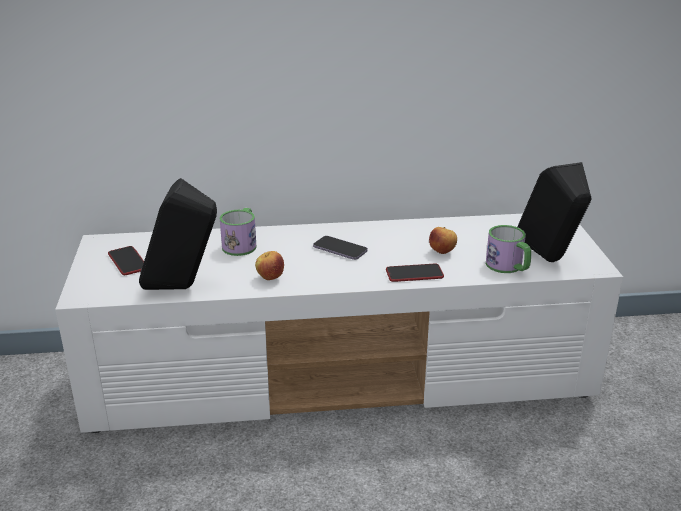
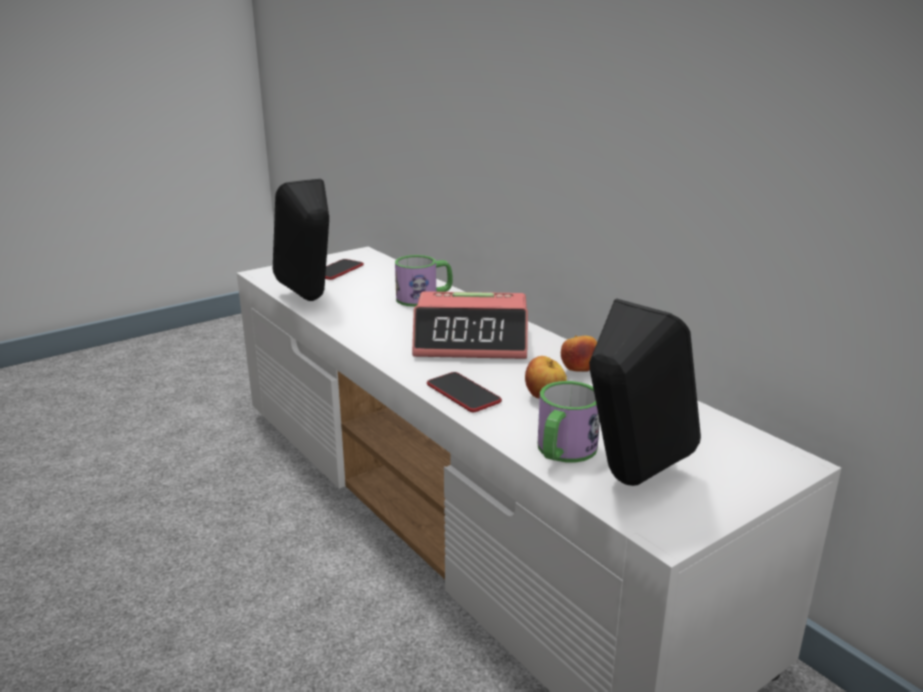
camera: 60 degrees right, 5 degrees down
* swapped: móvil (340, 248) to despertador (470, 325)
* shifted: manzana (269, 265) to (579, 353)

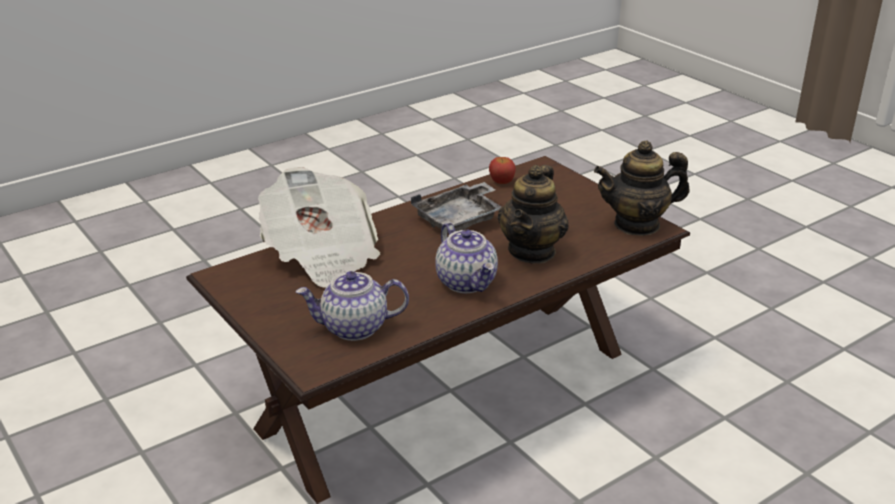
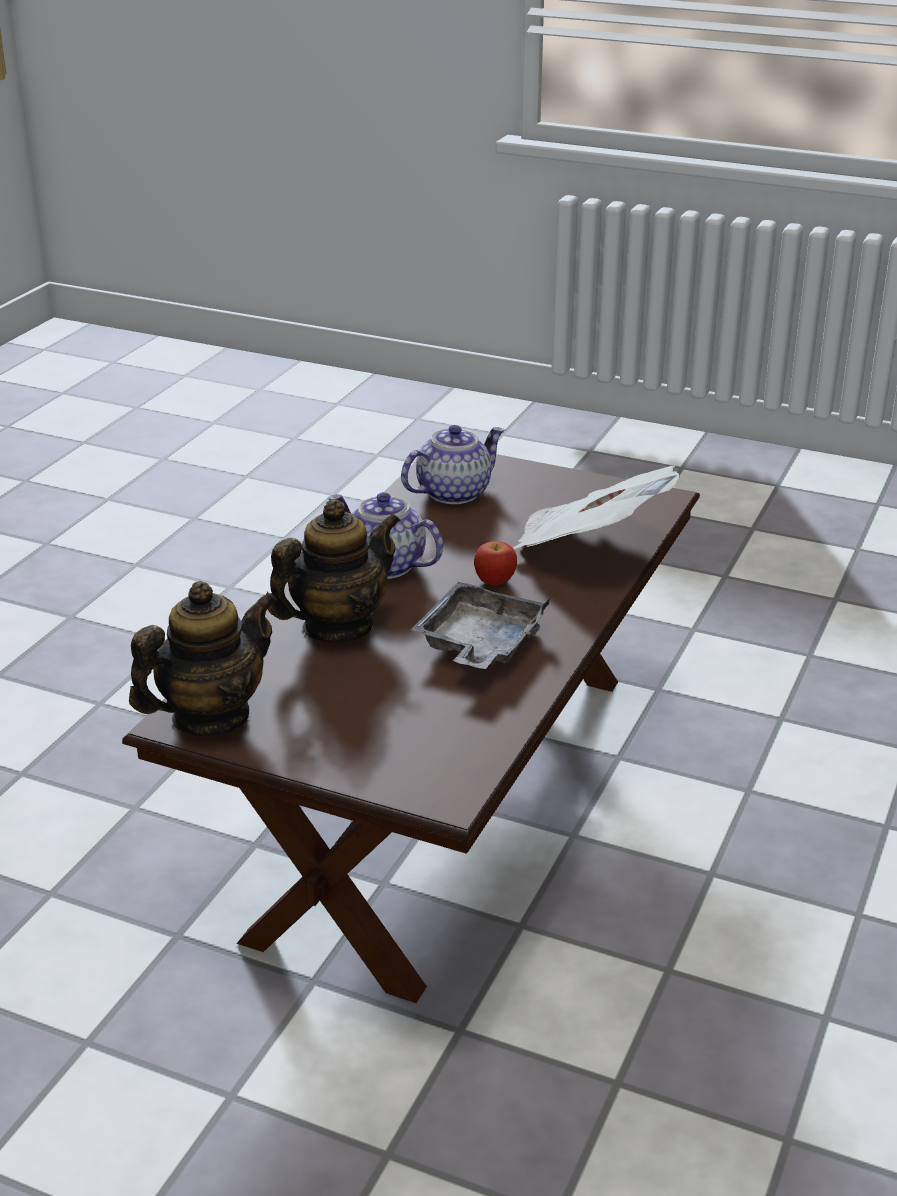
camera: 150 degrees right, 0 degrees up
* shifted: manzana (502, 170) to (495, 563)
* rotated: tetera (533, 214) = (334, 570) 60 degrees clockwise

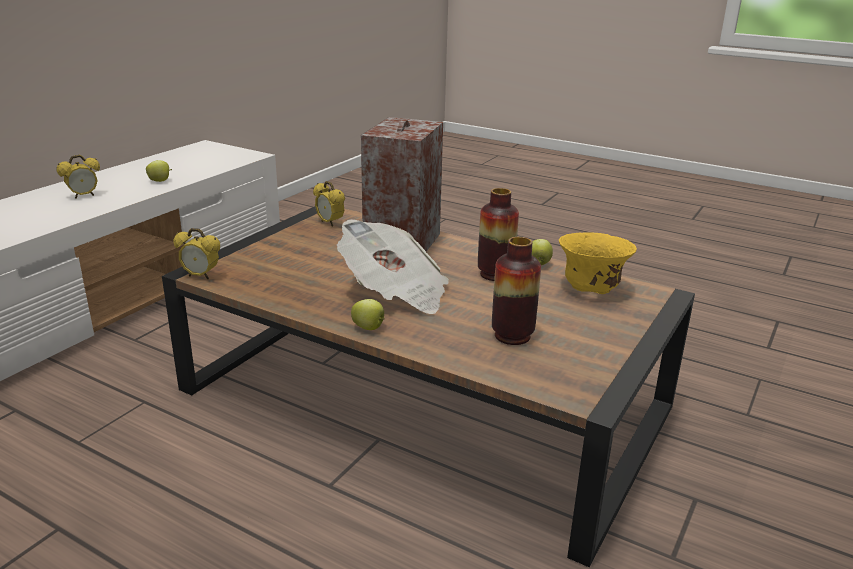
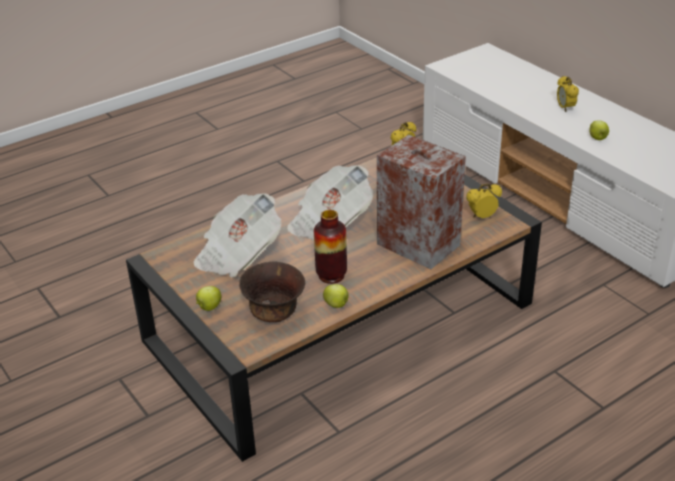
camera: 115 degrees right, 10 degrees up
* repainted: cuenco (amarillo) (598, 263) to cuenco (marrón) (272, 292)
* swapped: florero (516, 291) to periódico (237, 235)
* shifted: manzana (368, 314) to (209, 298)

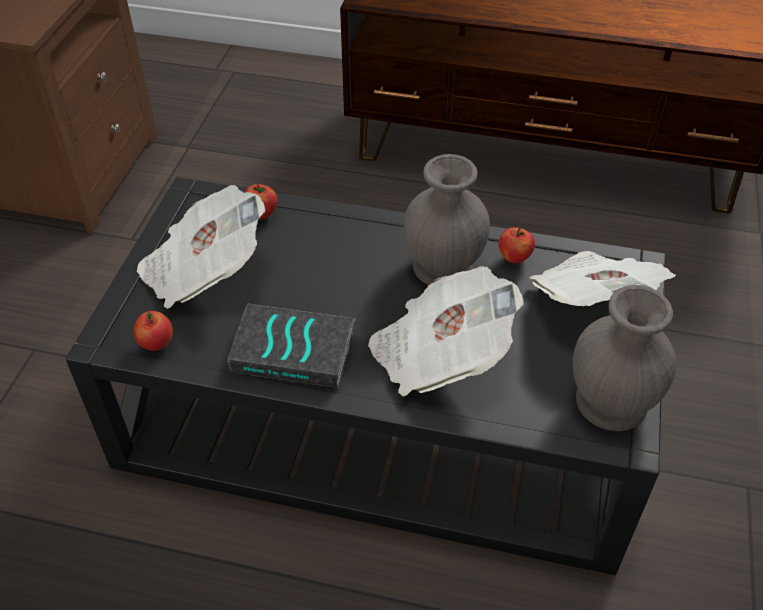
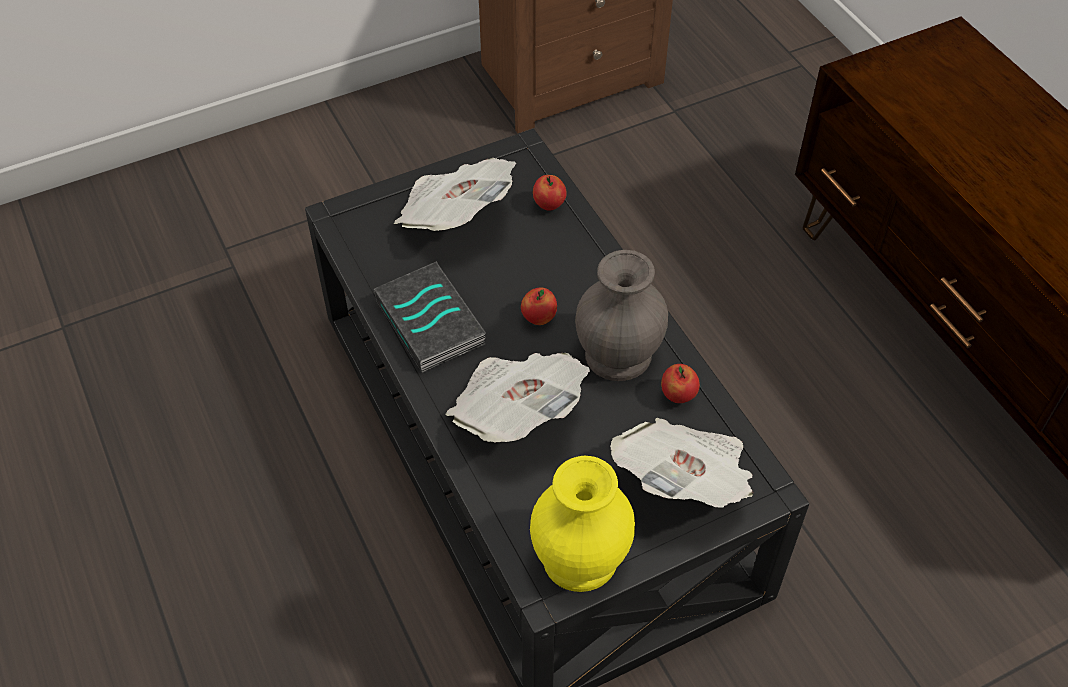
camera: 50 degrees right, 5 degrees up
* repainted: florero (gris) (624, 358) to florero (amarillo) (582, 524)
* shifted: manzana (153, 331) to (539, 306)

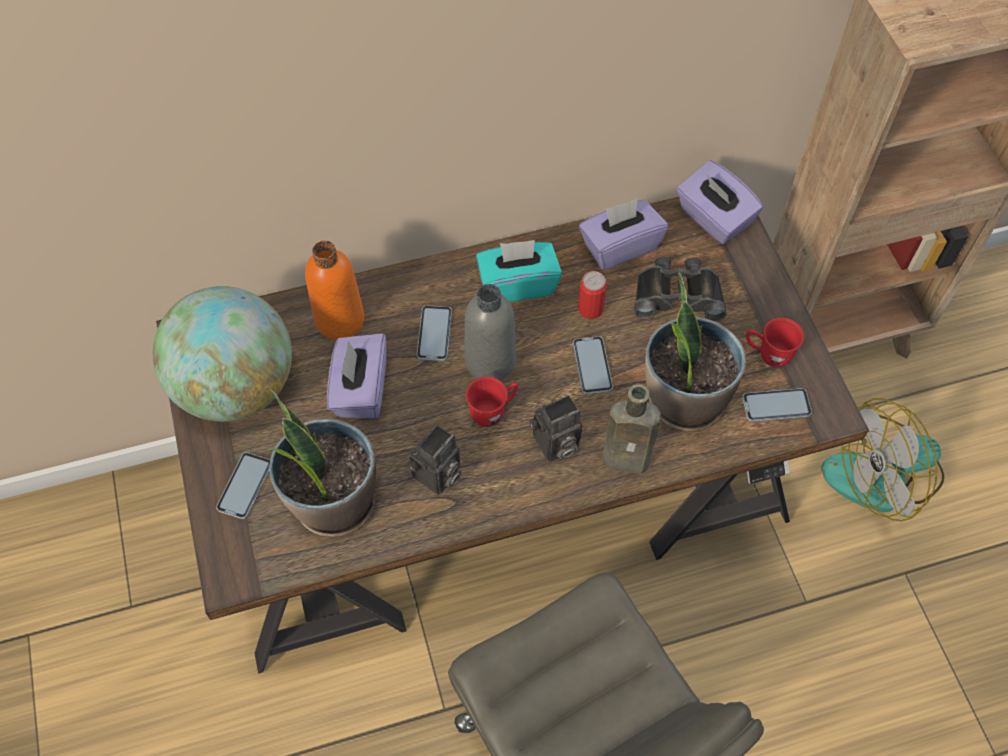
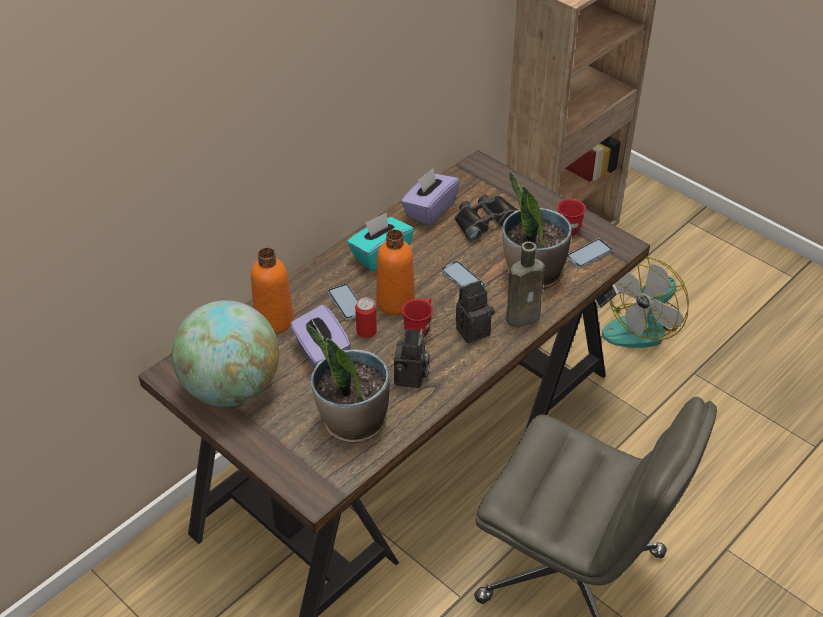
camera: 30 degrees left, 15 degrees down
* gone: caja de pañuelos (morado) (720, 202)
* shifted: lata (592, 295) to (366, 317)
* repainted: botella (gris) (490, 332) to botella (naranja) (395, 272)
* rotated: cámara (555, 428) = (475, 311) 150 degrees counterclockwise
* gone: móvil (243, 485)

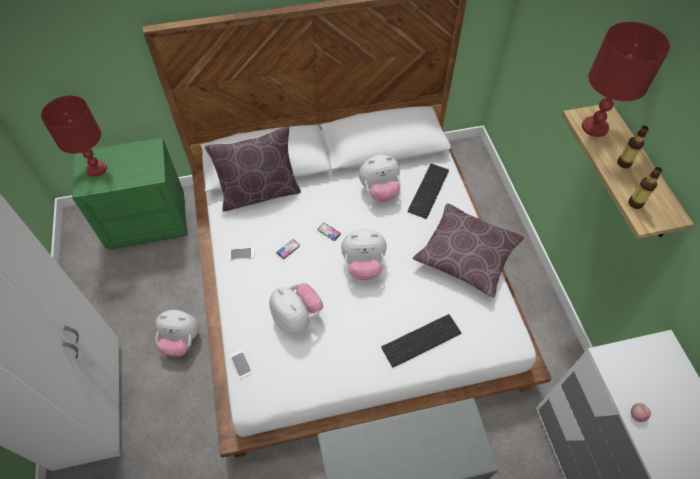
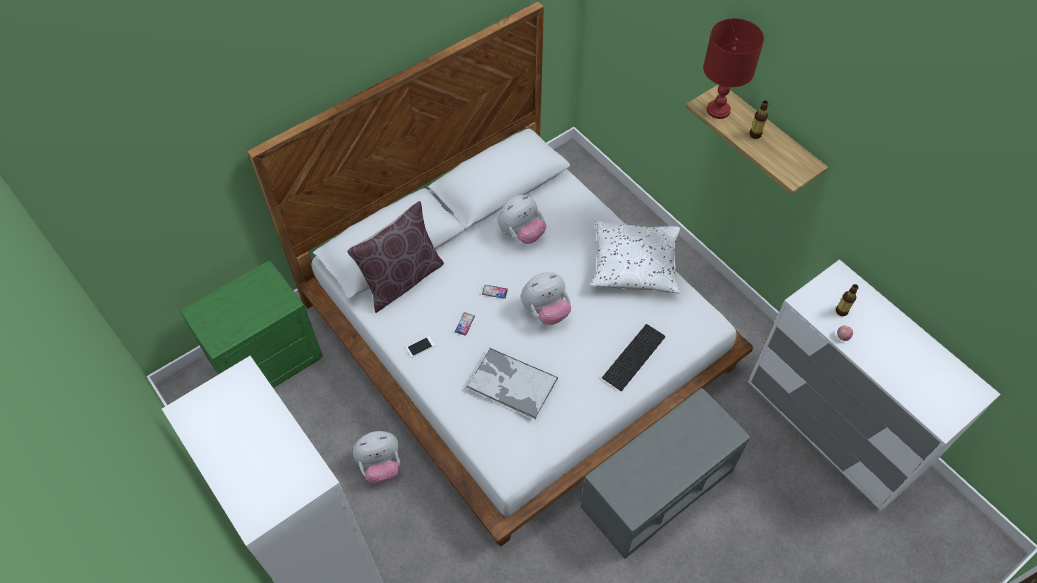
camera: 25 degrees left, 0 degrees up
* gone: lámpara de mesa (rojo) (74, 136)
* gone: teclado (428, 191)
* shifted: botella (645, 188) to (847, 300)
* repainted: cojín (marrón) (468, 250) to cojín (blanco) (636, 257)
* swapped: peluche (296, 308) to bandeja (512, 383)
* gone: móvil (241, 364)

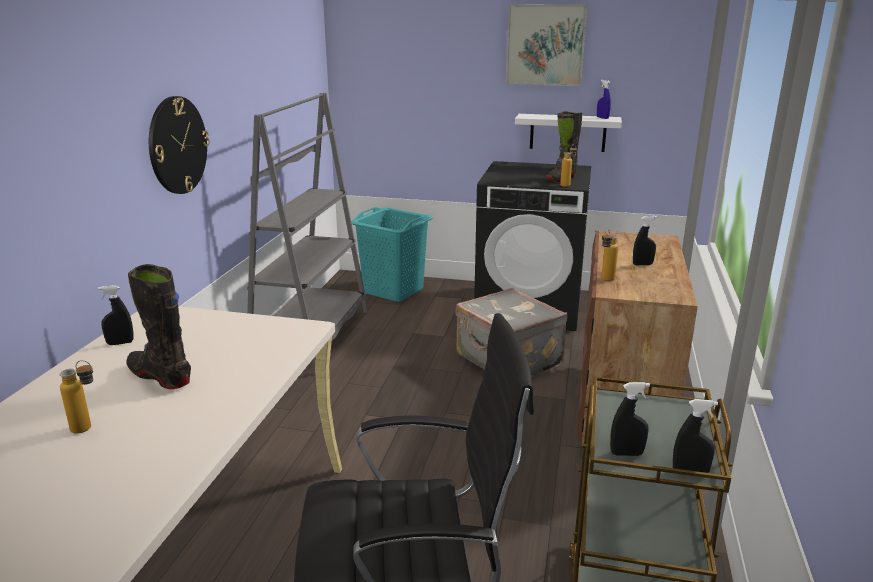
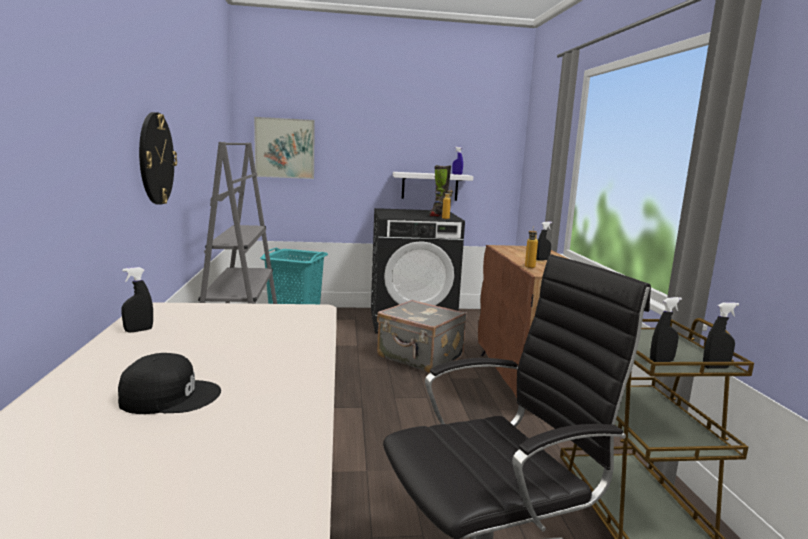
camera: 20 degrees left, 10 degrees down
* shifted: cuadro (546, 45) to (284, 148)
* gone: bota (negro) (158, 326)
* swapped: botella (76, 397) to gorra (negro) (169, 383)

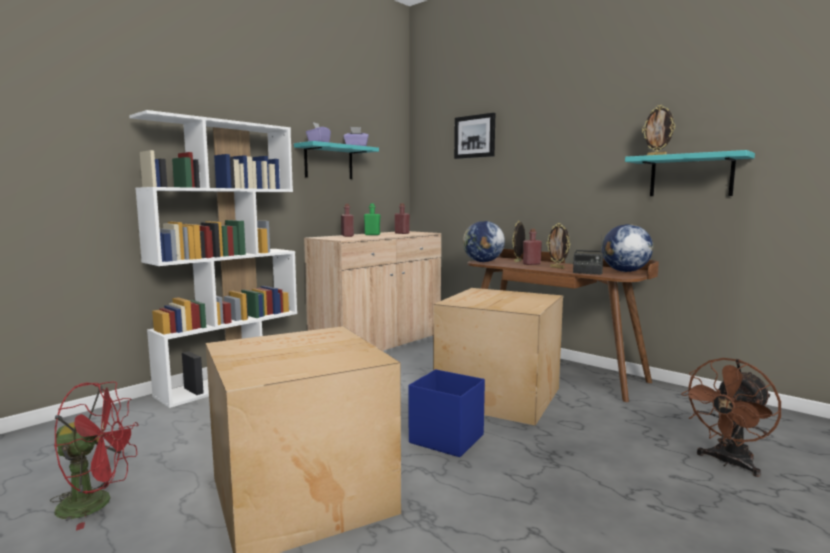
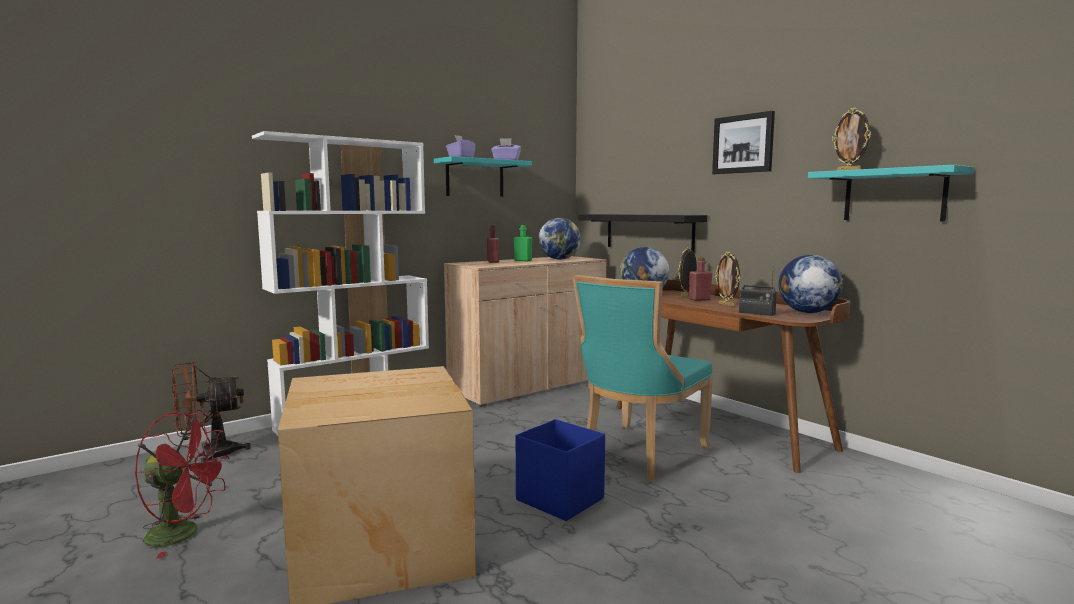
camera: 10 degrees right, 0 degrees up
* shifted: cuadro (474, 136) to (743, 142)
* swapped: botella (rojo) (402, 218) to globo terráqueo (560, 239)
* swapped: caja de cartón (498, 357) to silla (turquesa) (643, 378)
* shifted: ventilador (marrón) (731, 417) to (211, 412)
* new: estante (negro) (642, 233)

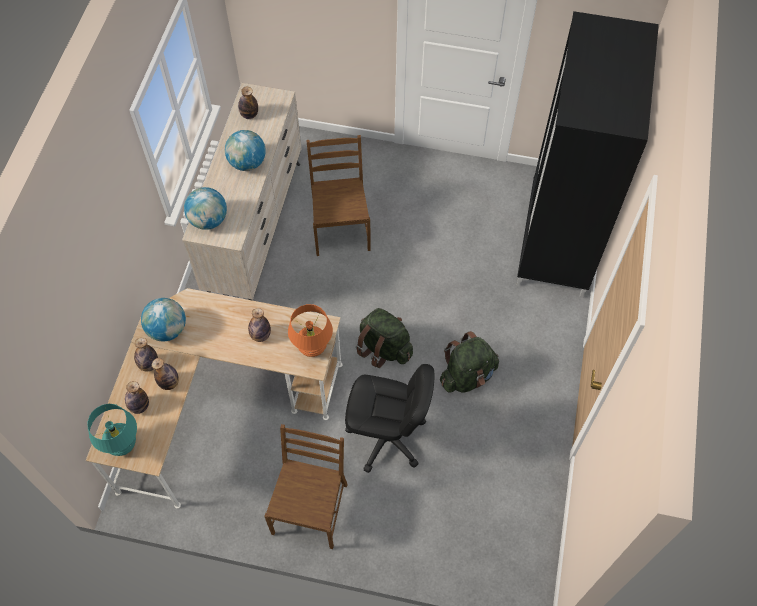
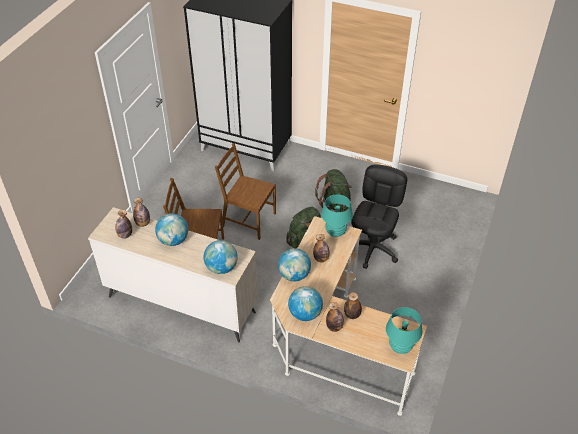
camera: 80 degrees left, 15 degrees down
* repainted: lámpara de mesa (naranja) (310, 330) to lámpara de mesa (turquesa) (337, 215)
* shifted: botella (137, 397) to (141, 212)
* shifted: silla (marrón) (306, 486) to (245, 191)
* new: globo terráqueo (294, 264)

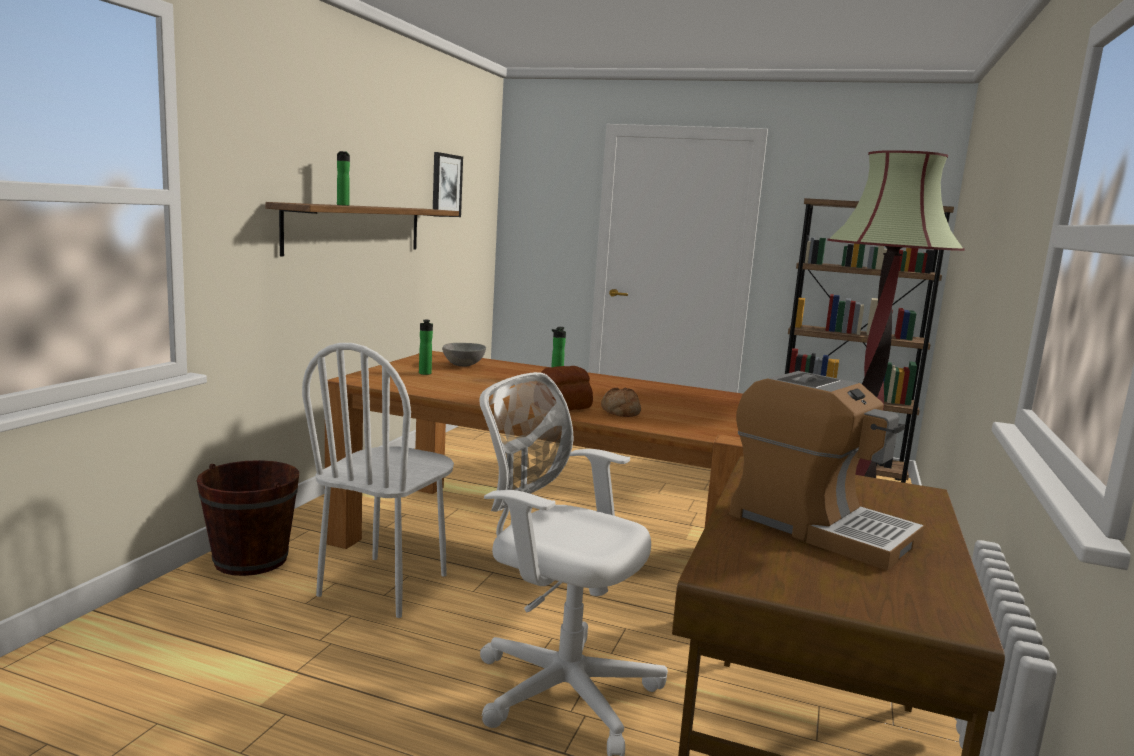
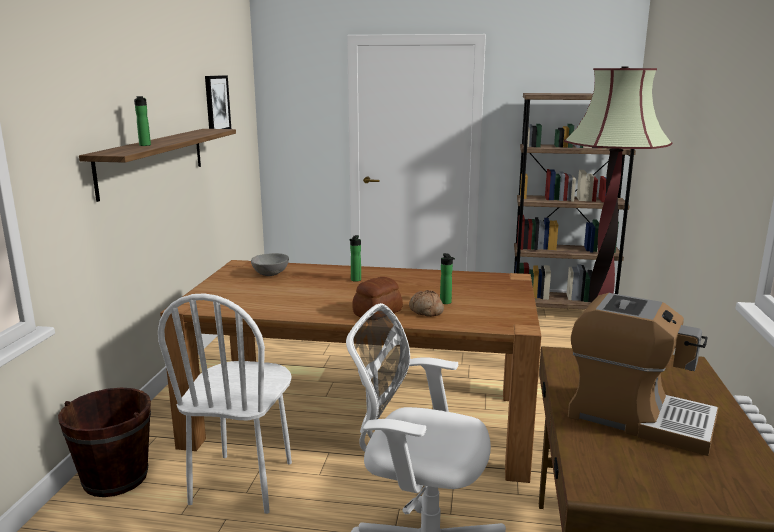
camera: 10 degrees left, 5 degrees up
* shifted: botella (426, 347) to (447, 278)

